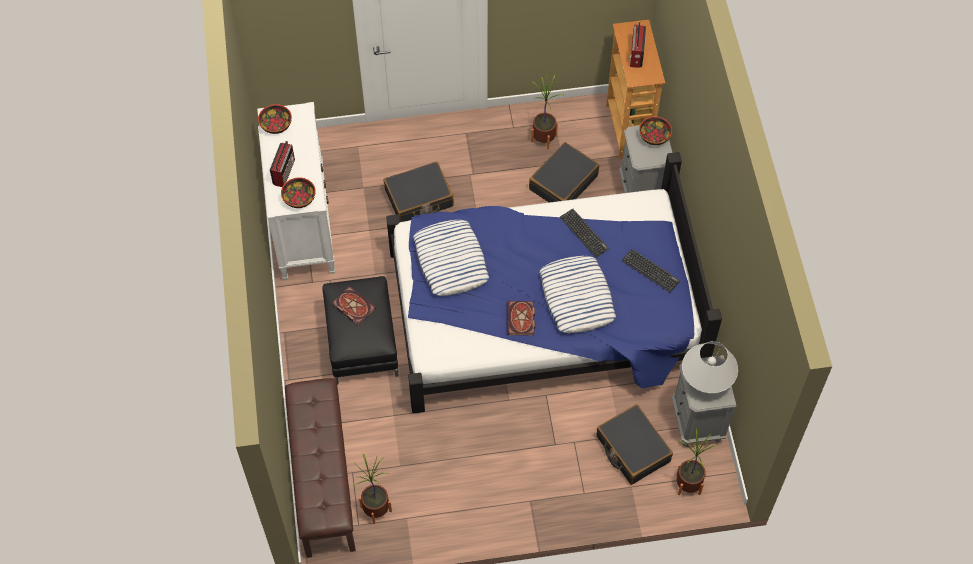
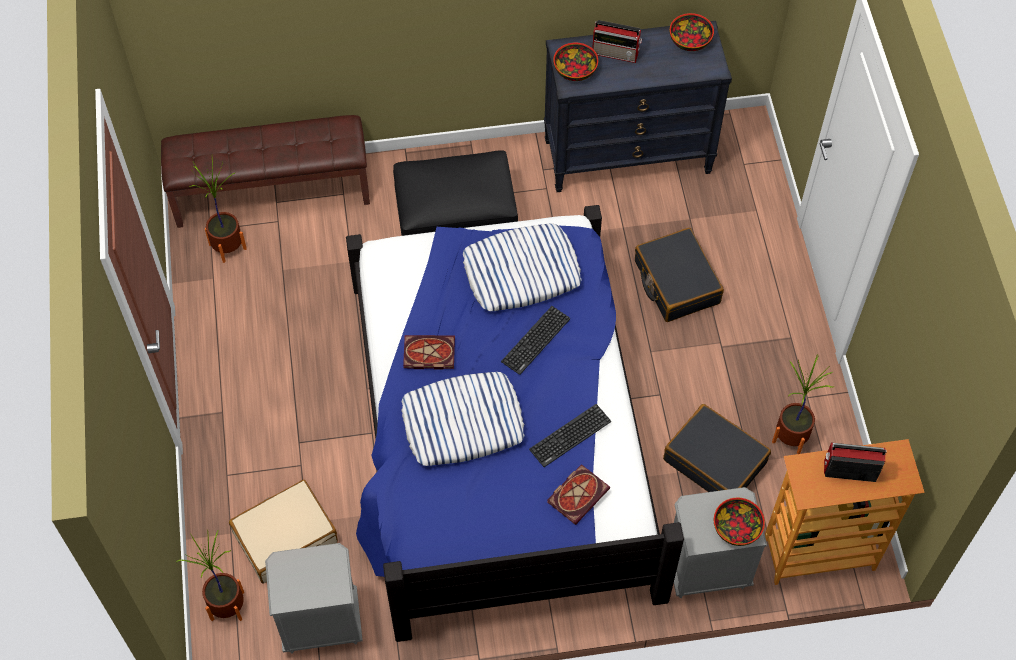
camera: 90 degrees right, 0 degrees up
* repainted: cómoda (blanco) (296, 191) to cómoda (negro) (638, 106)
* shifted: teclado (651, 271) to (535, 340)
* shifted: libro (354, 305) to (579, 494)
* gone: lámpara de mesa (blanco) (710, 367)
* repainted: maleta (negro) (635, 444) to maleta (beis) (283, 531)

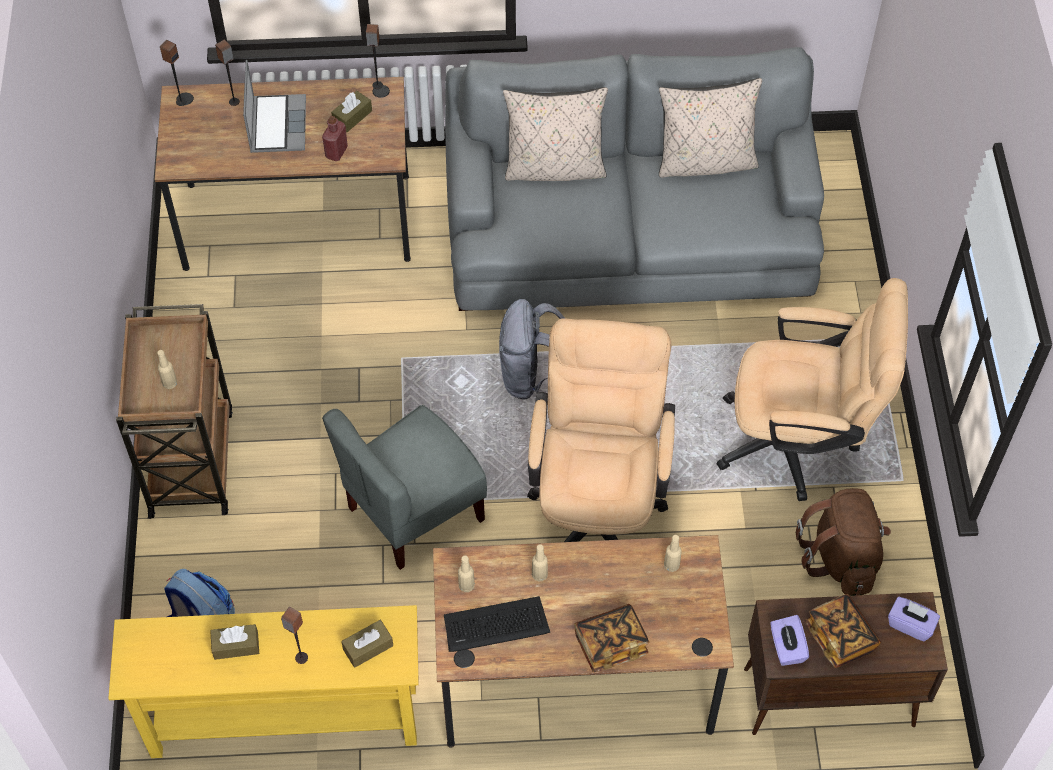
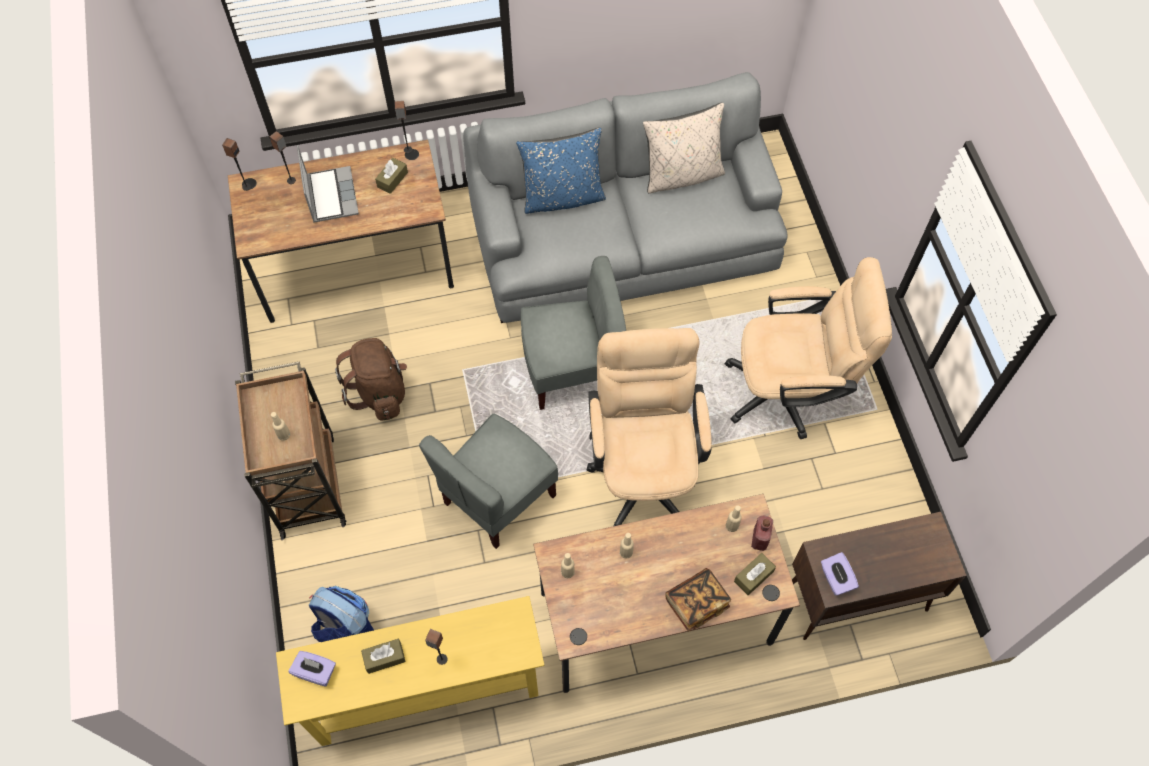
camera: 10 degrees left, 5 degrees up
* repainted: cojín (beis) (555, 134) to cojín (azul) (561, 171)
* shifted: botella (rojo) (335, 138) to (762, 533)
* swapped: mochila (gris) (531, 349) to silla (gris) (573, 333)
* shifted: mochila (marrón) (843, 542) to (371, 379)
* gone: libro (843, 631)
* gone: teclado (497, 624)
* shifted: caja de pañuelos (morado) (914, 619) to (312, 669)
* shifted: caja de pañuelos (marrón) (367, 644) to (755, 574)

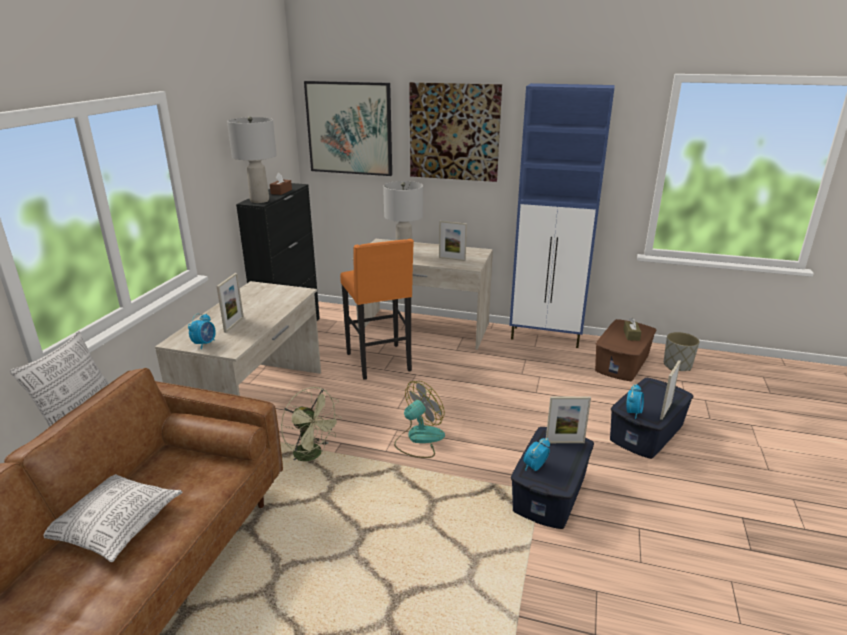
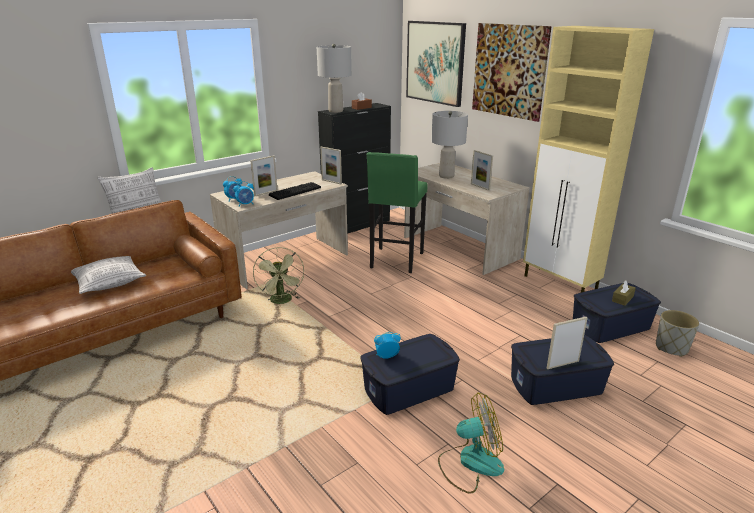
camera: 35 degrees right, 0 degrees up
* repainted: armario (azul) (561, 215) to armario (beis) (588, 159)
* repainted: taburete (naranja) (377, 309) to taburete (verde) (397, 212)
* repainted: caja de almacenaje (marrón) (625, 350) to caja de almacenaje (azul) (617, 313)
* shifted: ventilador (419, 419) to (471, 443)
* shifted: despertador (635, 401) to (243, 194)
* shifted: portarretratos (568, 419) to (331, 165)
* new: teclado (295, 191)

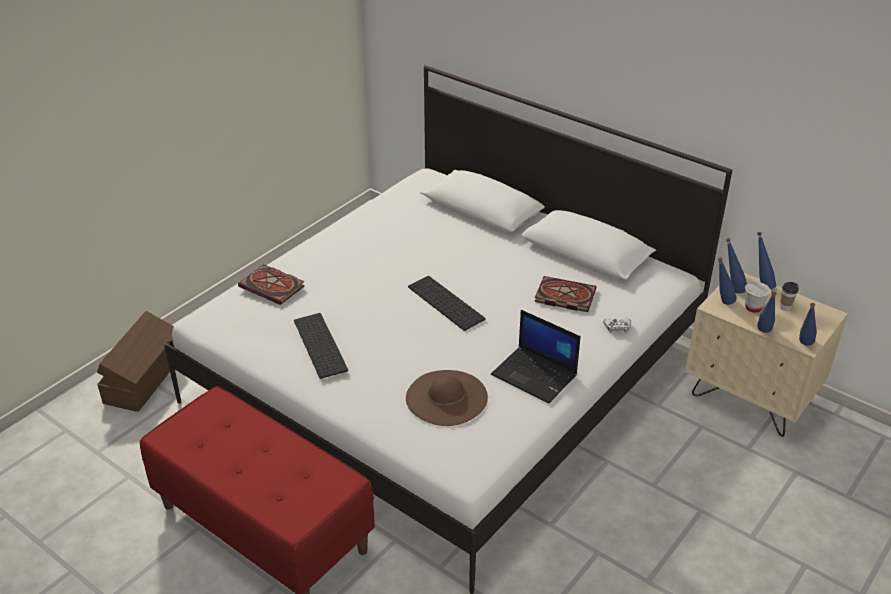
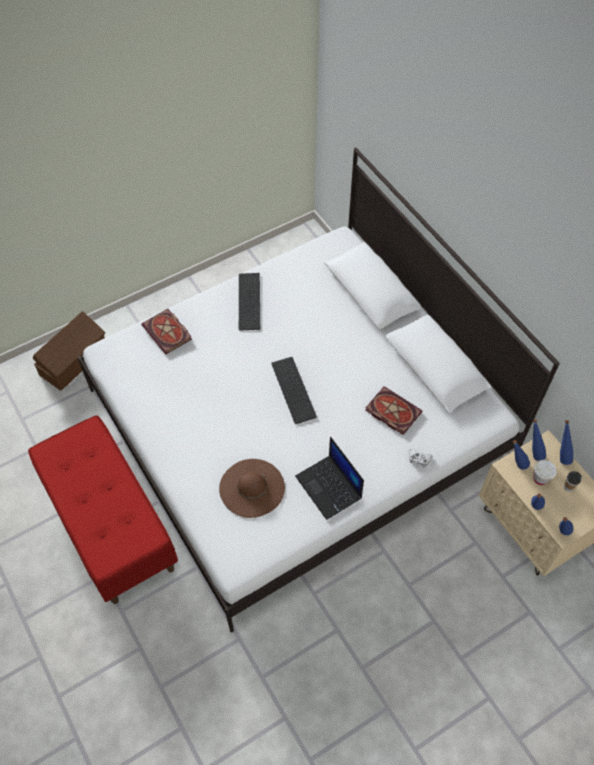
camera: 20 degrees right, 20 degrees up
* shifted: teclado (321, 346) to (249, 302)

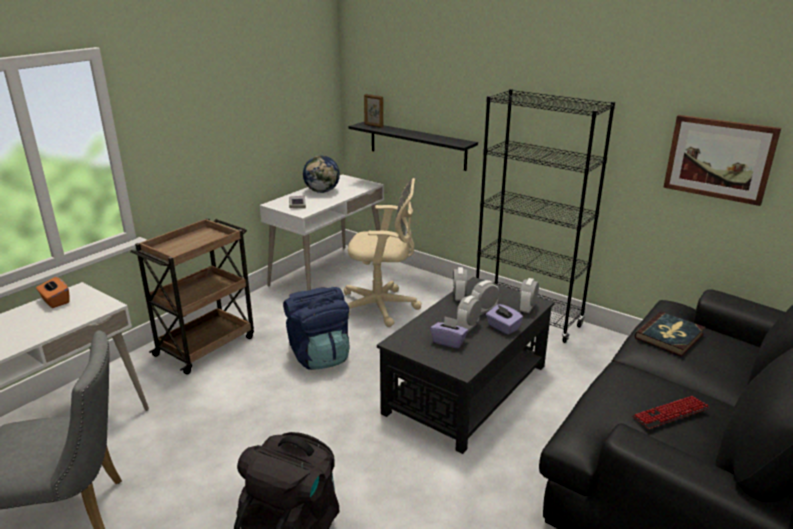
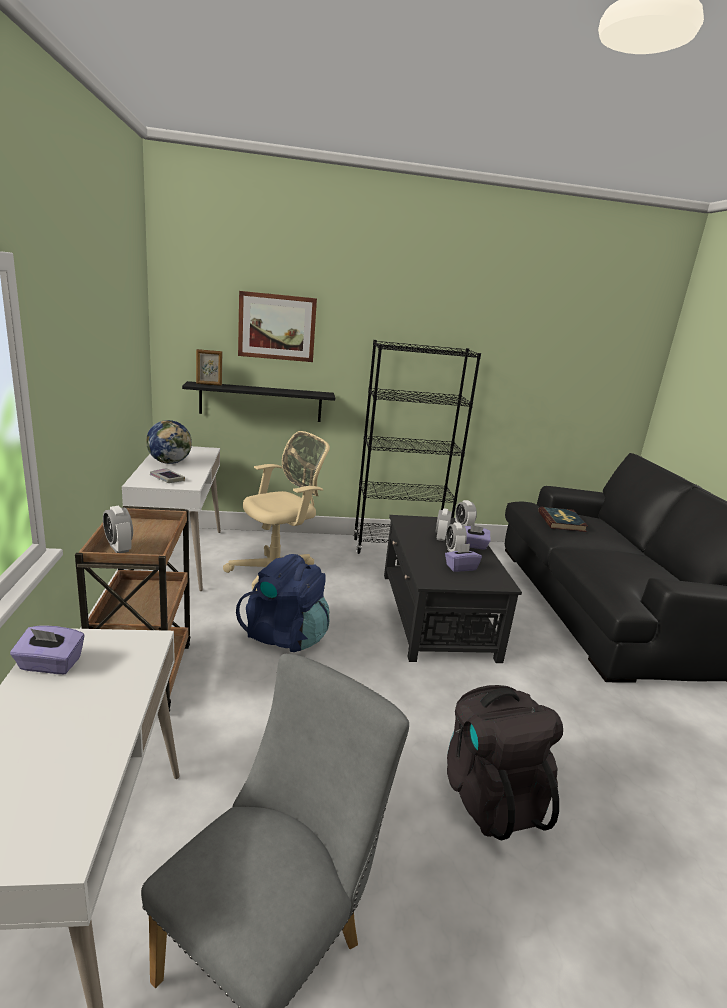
camera: 45 degrees left, 5 degrees down
* shifted: cuadro (722, 160) to (277, 326)
* shifted: despertador (460, 284) to (118, 529)
* repainted: caja de pañuelos (naranja) (52, 292) to caja de pañuelos (morado) (47, 650)
* gone: teclado (671, 412)

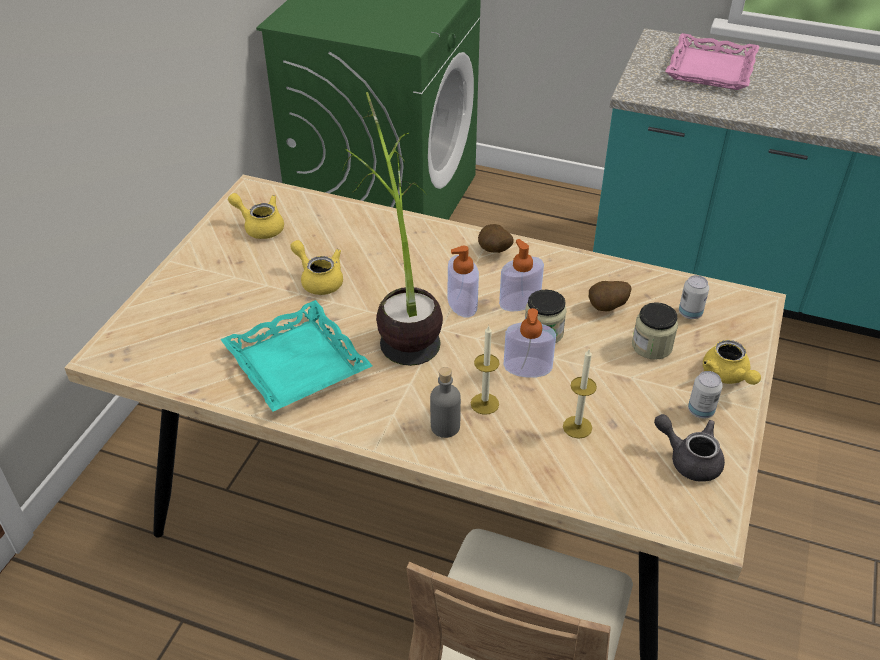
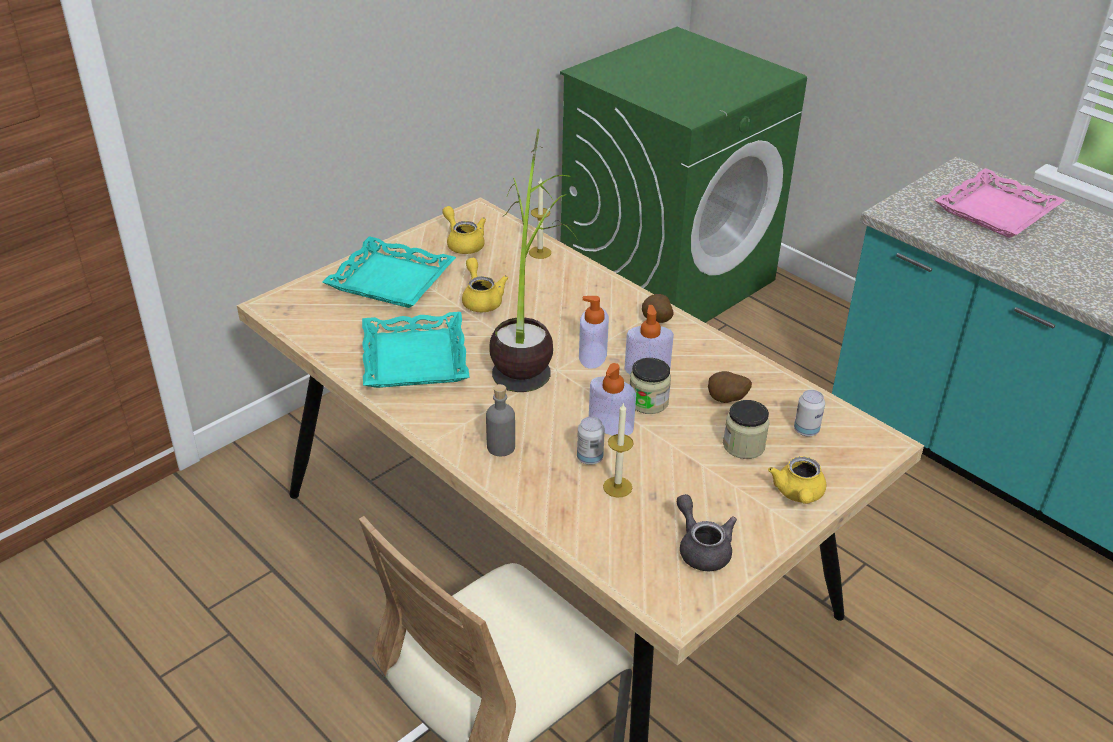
camera: 25 degrees right, 5 degrees down
* shifted: vela (485, 370) to (540, 218)
* shifted: lata (705, 394) to (591, 441)
* new: bandeja (turquesa) (389, 272)

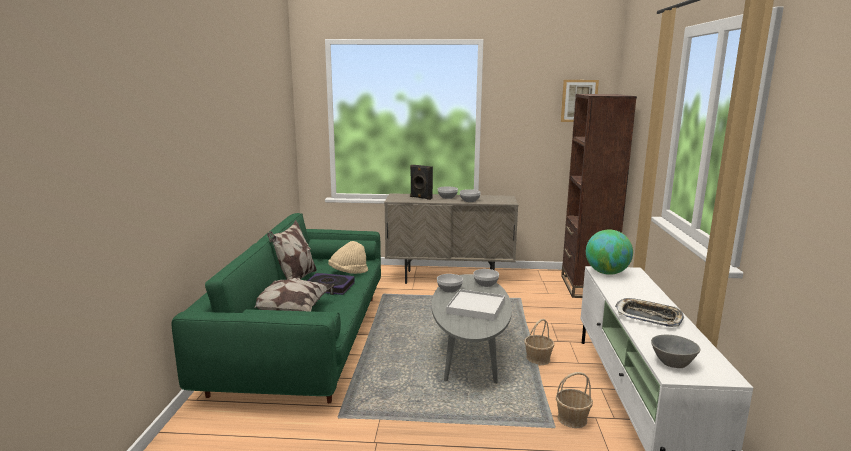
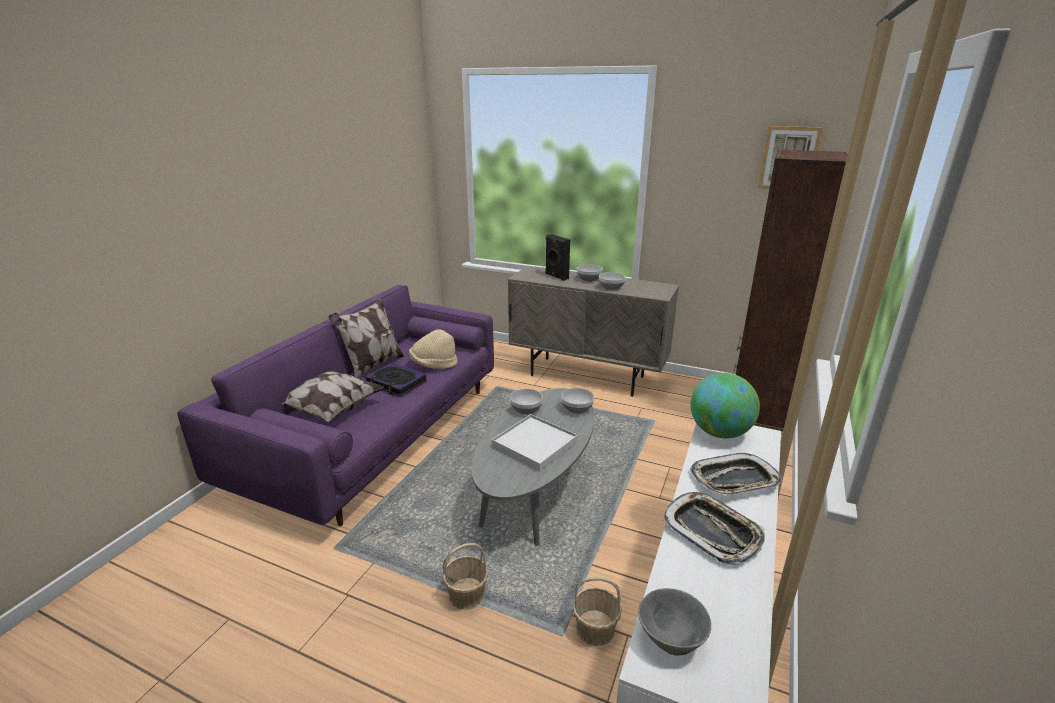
camera: 20 degrees right, 10 degrees up
* repainted: sofá (verde) (276, 308) to sofá (morado) (336, 405)
* shifted: cesta (539, 342) to (466, 576)
* new: bandeja (736, 474)

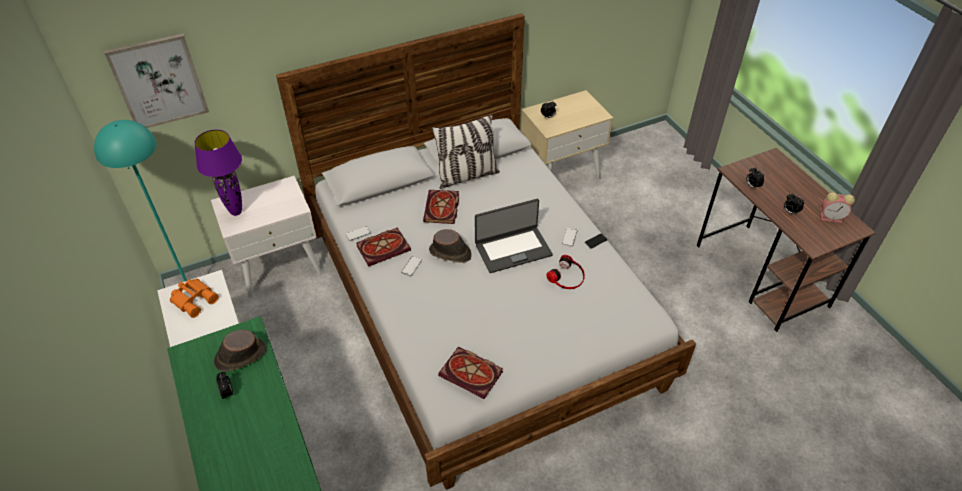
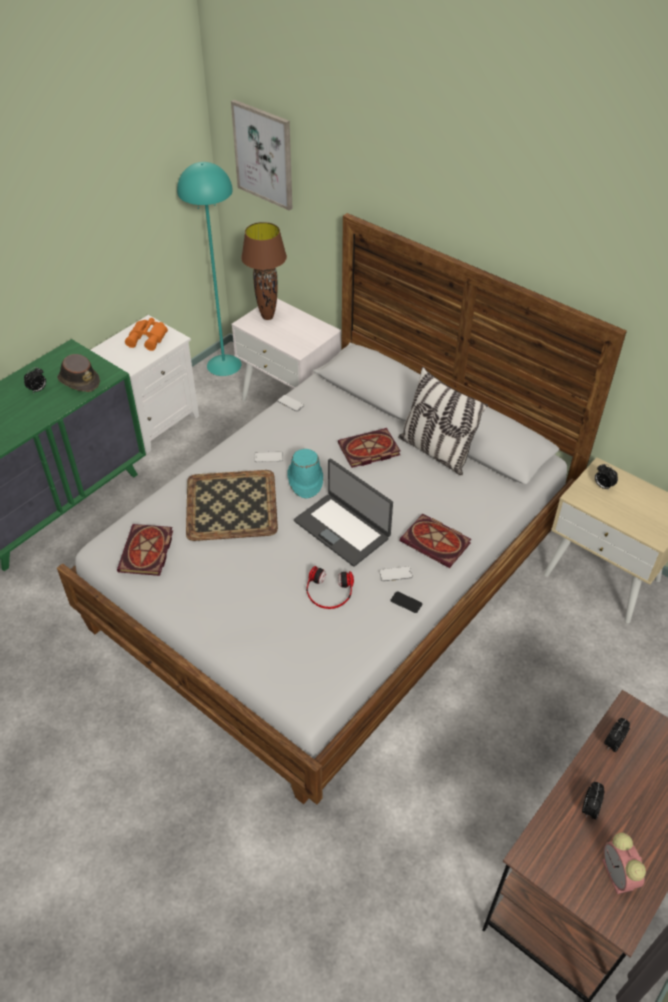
camera: 65 degrees right, 0 degrees up
* repainted: lámpara de mesa (morado) (218, 173) to lámpara de mesa (marrón) (264, 271)
* shifted: libro (383, 247) to (435, 541)
* repainted: sombrero (marrón) (450, 246) to sombrero (turquesa) (305, 473)
* new: bandeja (232, 505)

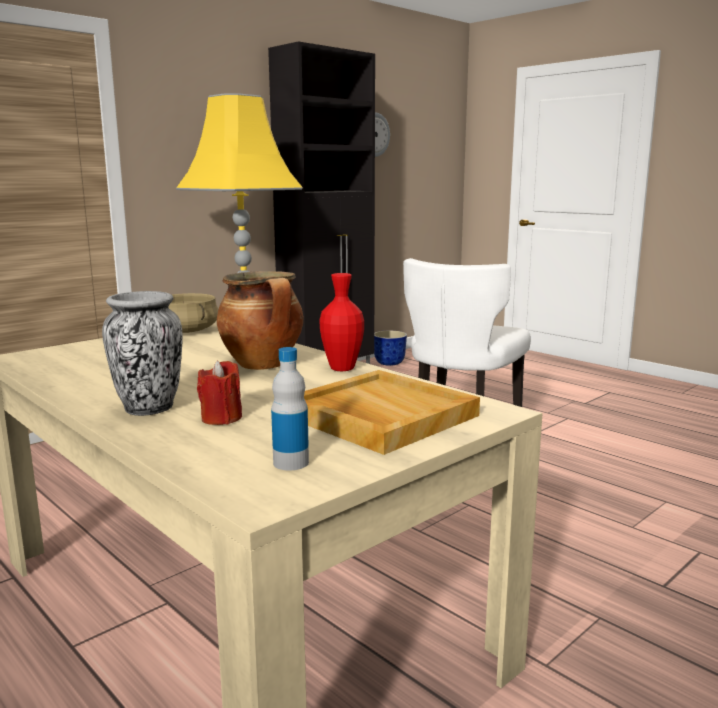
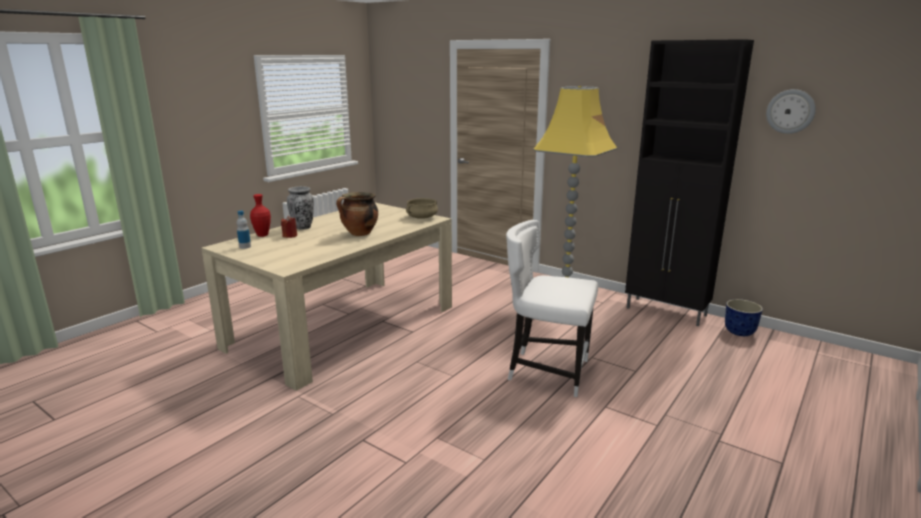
camera: 80 degrees right, 5 degrees up
* shifted: florero (rojo) (341, 322) to (260, 215)
* gone: bandeja (beis) (392, 412)

